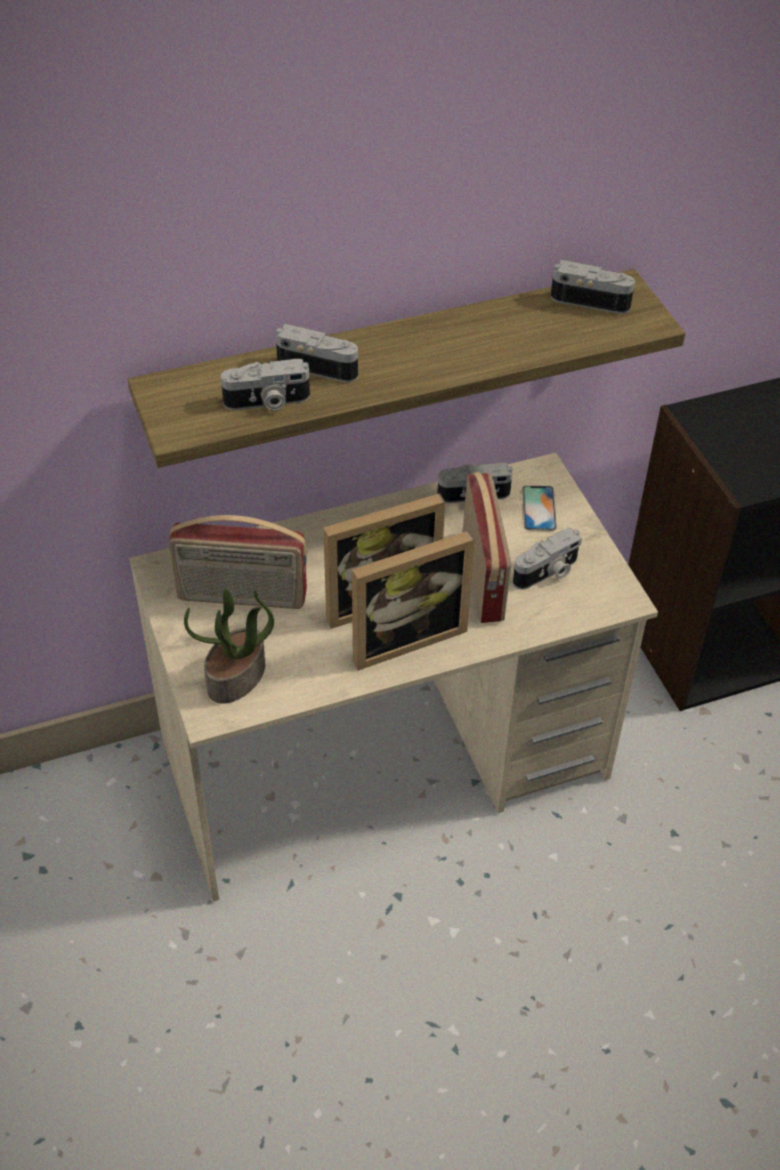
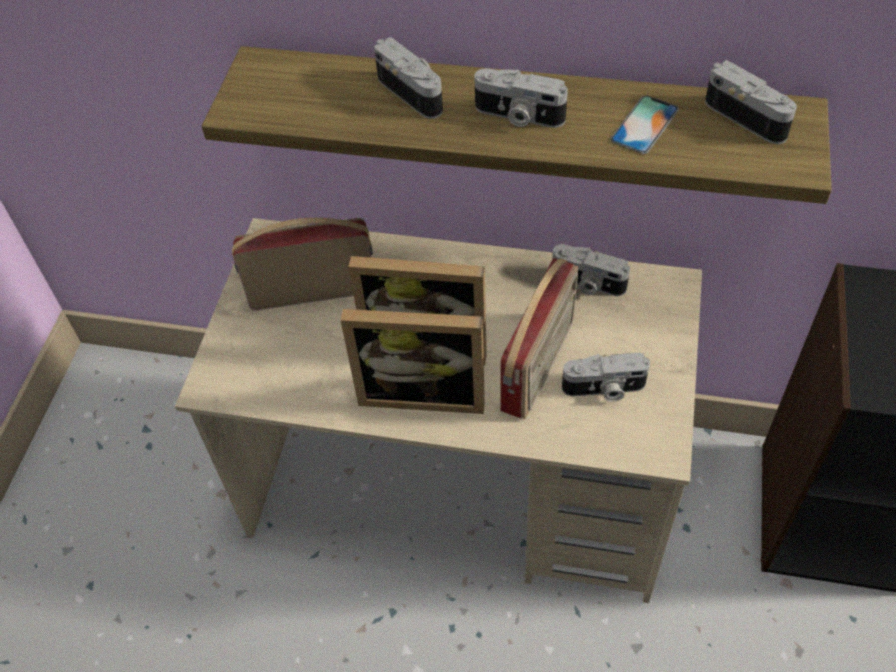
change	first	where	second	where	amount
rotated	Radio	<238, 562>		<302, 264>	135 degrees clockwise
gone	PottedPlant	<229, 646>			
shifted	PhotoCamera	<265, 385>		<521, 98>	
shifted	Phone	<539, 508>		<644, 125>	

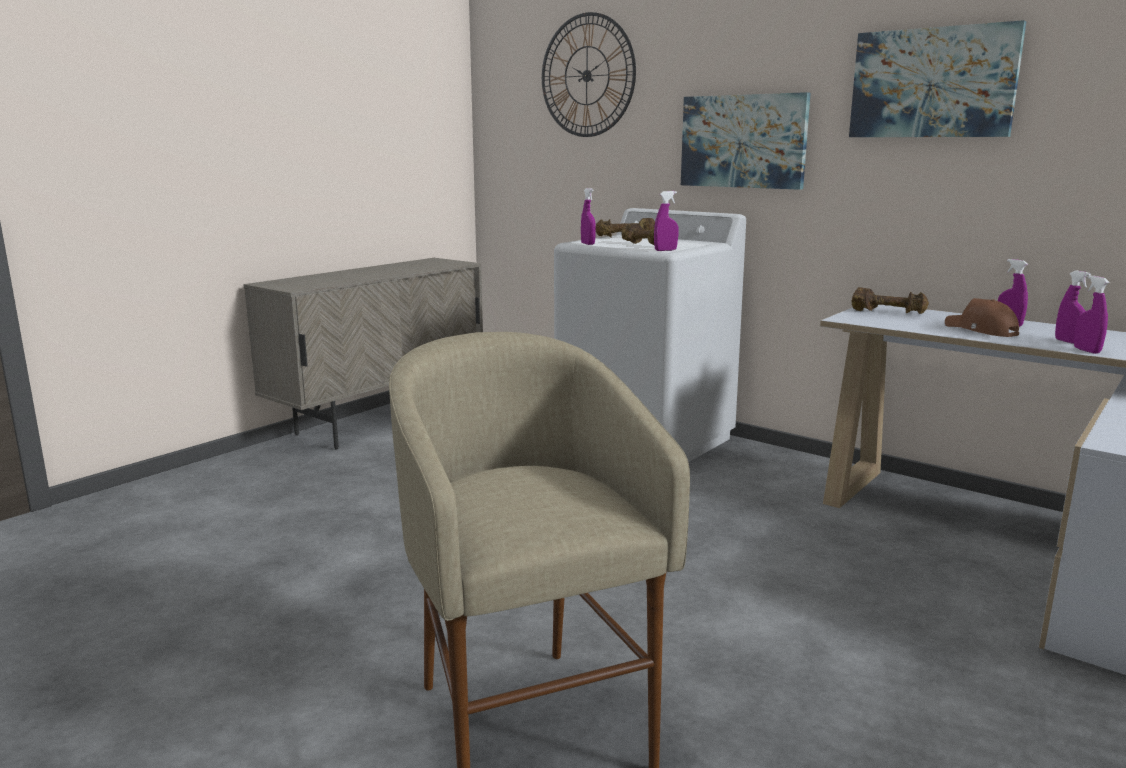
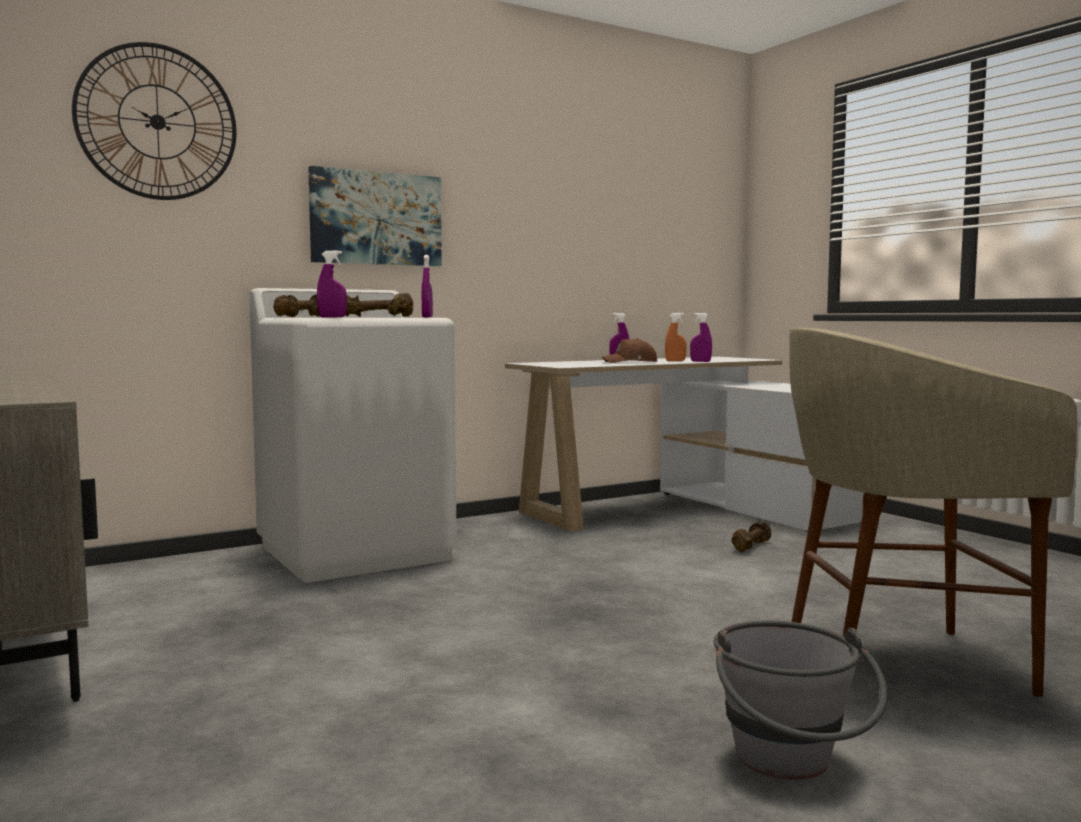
change	first	where	second	where	amount
gone	Picture	<937, 78>			
shifted	BrownDumbbell	<890, 300>		<751, 537>	
repainted	PurpleSprayBottle	<1073, 307>	OrangeSprayBottle	<676, 337>	
new			GreyBucket	<801, 700>	

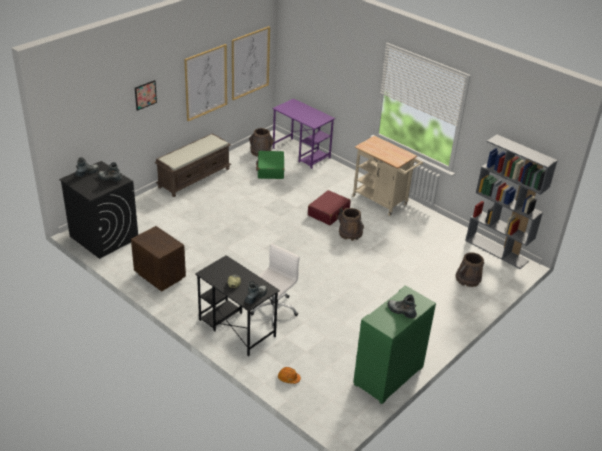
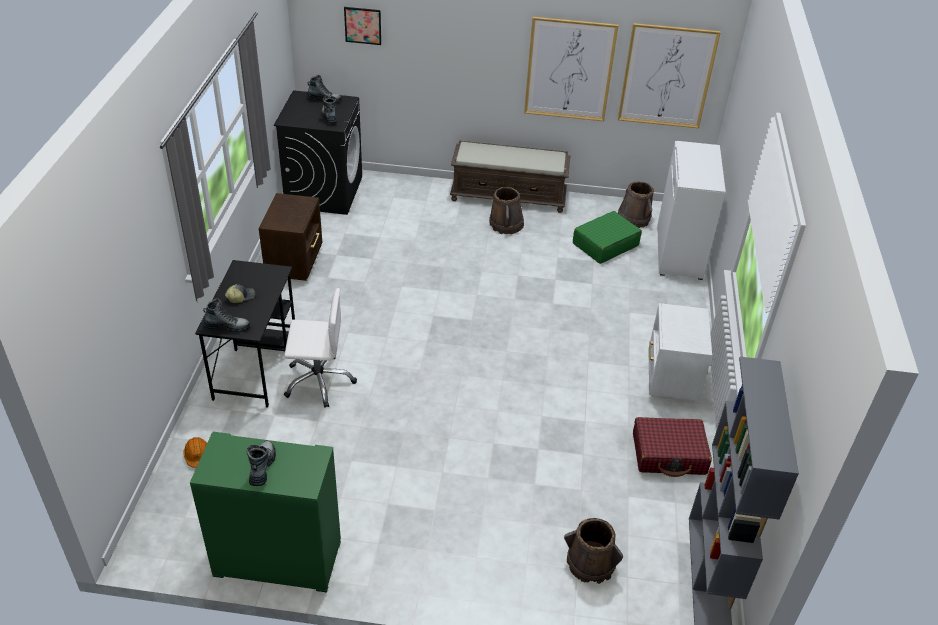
change	first	where	second	where	amount
shifted	Picture	<146, 95>		<362, 26>	
swapped	PurpleDesk	<303, 133>	WhiteCabinet	<691, 210>	
shifted	RedSuitcase	<329, 207>		<672, 447>	
shifted	BrownBucket	<351, 224>		<506, 210>	
swapped	BeigeCart	<387, 176>	WhiteNightstand	<680, 352>	

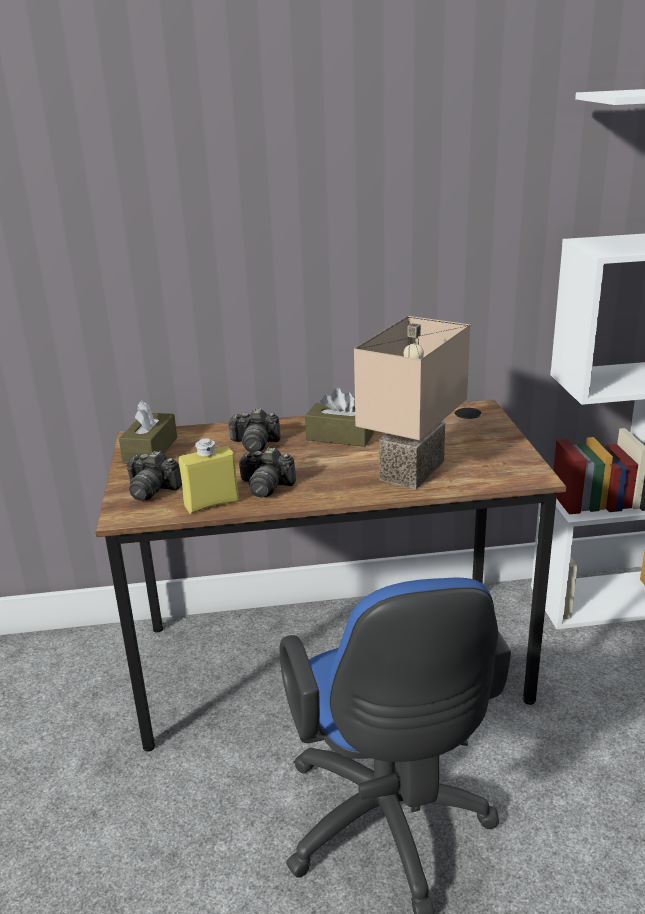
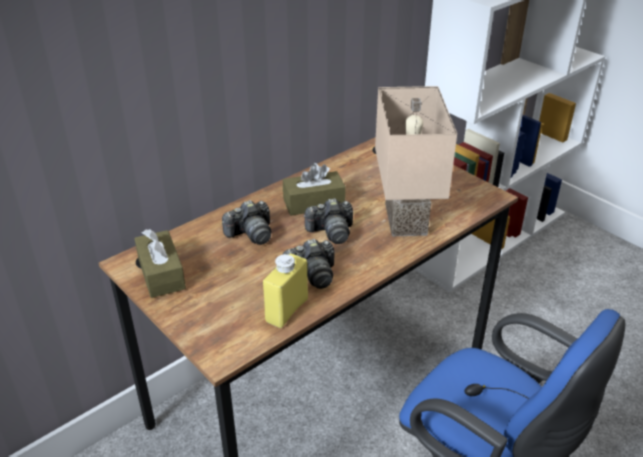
change	first	where	second	where	amount
shifted	PhotoCamera	<154, 476>		<328, 221>	

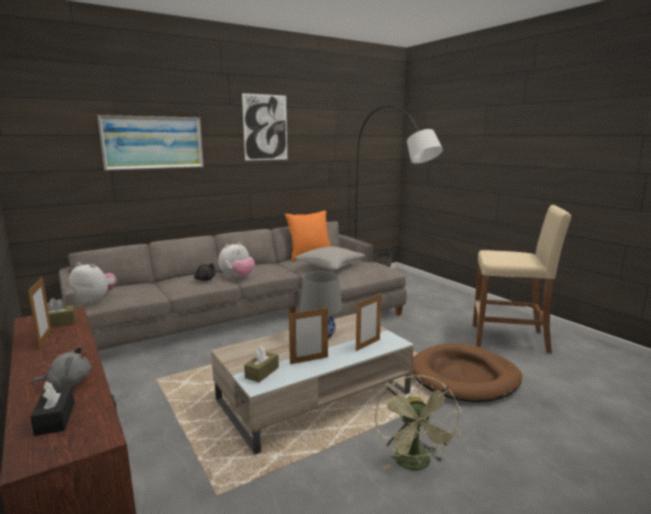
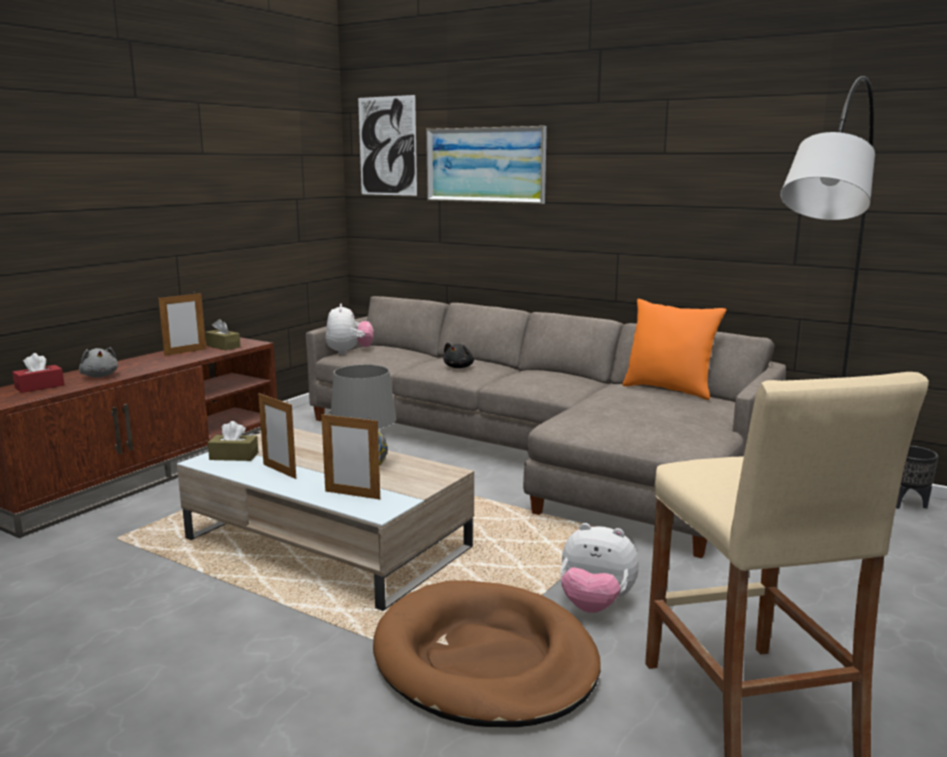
change	first	where	second	where	amount
repainted	BlackTissueBox	<52, 408>	RedTissueBox	<38, 373>	
shifted	PlushToy	<236, 260>		<599, 568>	
shifted	Picture	<264, 127>		<387, 145>	
gone	GreyPillow	<330, 258>			
gone	GreenFan	<418, 423>			

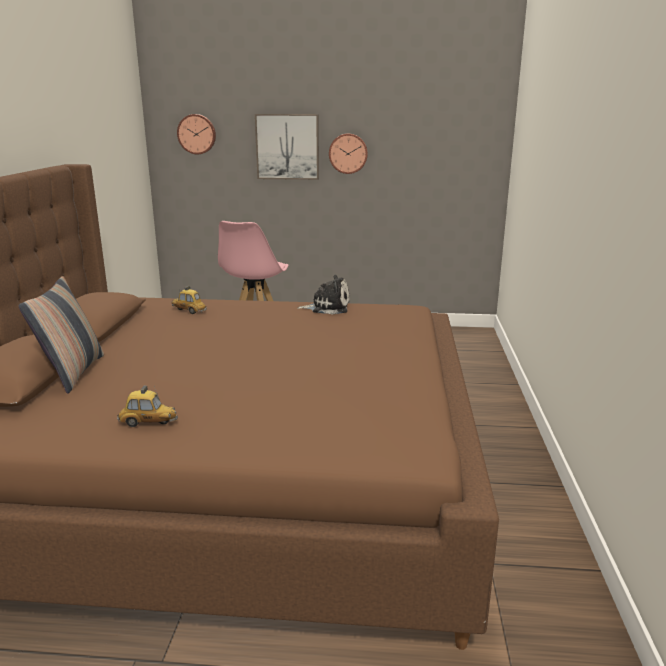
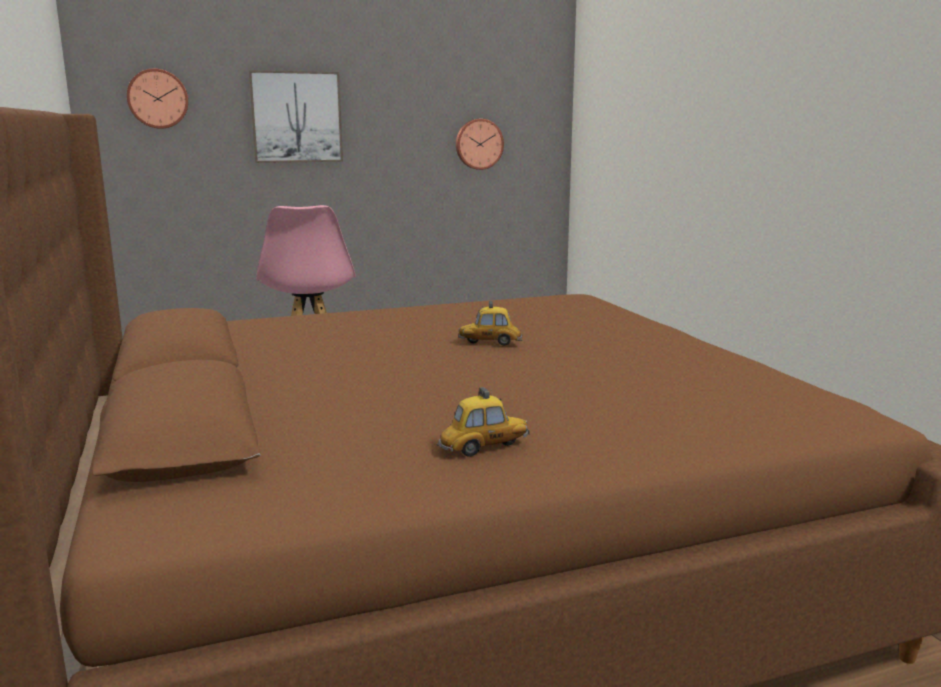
change	first	where	second	where	amount
gone	Pillow	<61, 335>			
shifted	ToyCar	<189, 300>		<490, 323>	
gone	PlushToy	<323, 295>			
shifted	WallClock	<348, 153>		<480, 144>	

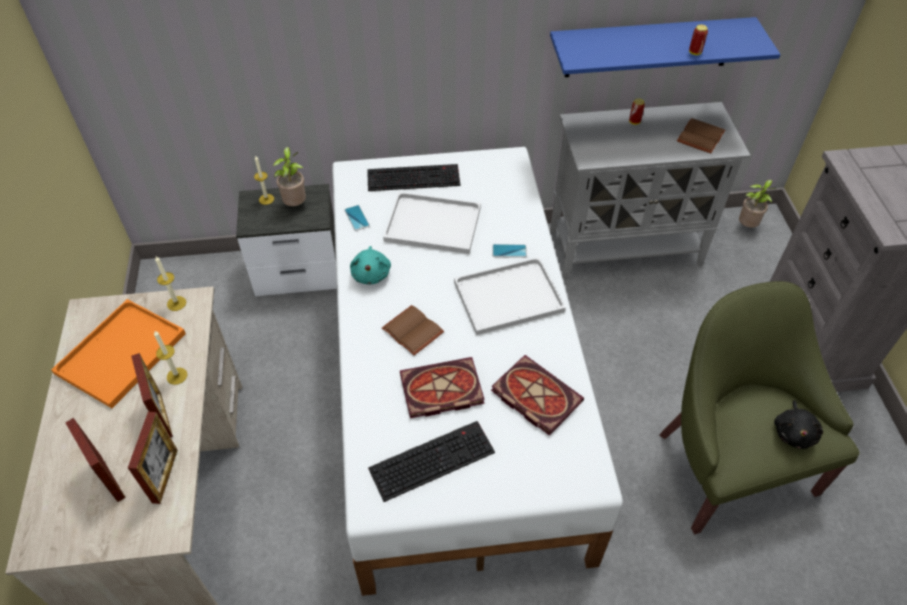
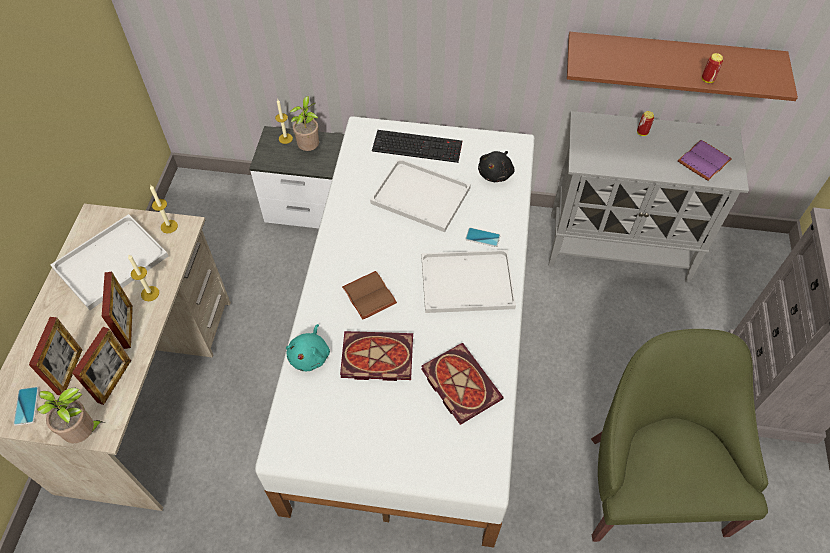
change	first	where	second	where	amount
repainted	OrangeTray	<118, 353>	WhiteTray	<109, 262>	
rotated	PictureFrame	<95, 460>		<55, 356>	150 degrees counterclockwise
shifted	Phone	<357, 218>		<26, 406>	
shifted	TurquoisePlushToy	<370, 265>		<308, 347>	
gone	Keyboard	<431, 461>			
repainted	BlueShelf	<665, 47>	BrownShelf	<682, 66>	
repainted	BrownBook	<701, 135>	PurpleBook	<705, 160>	
shifted	PottedPlant	<757, 203>		<71, 415>	
shifted	BlackPlushToy	<798, 424>		<496, 166>	

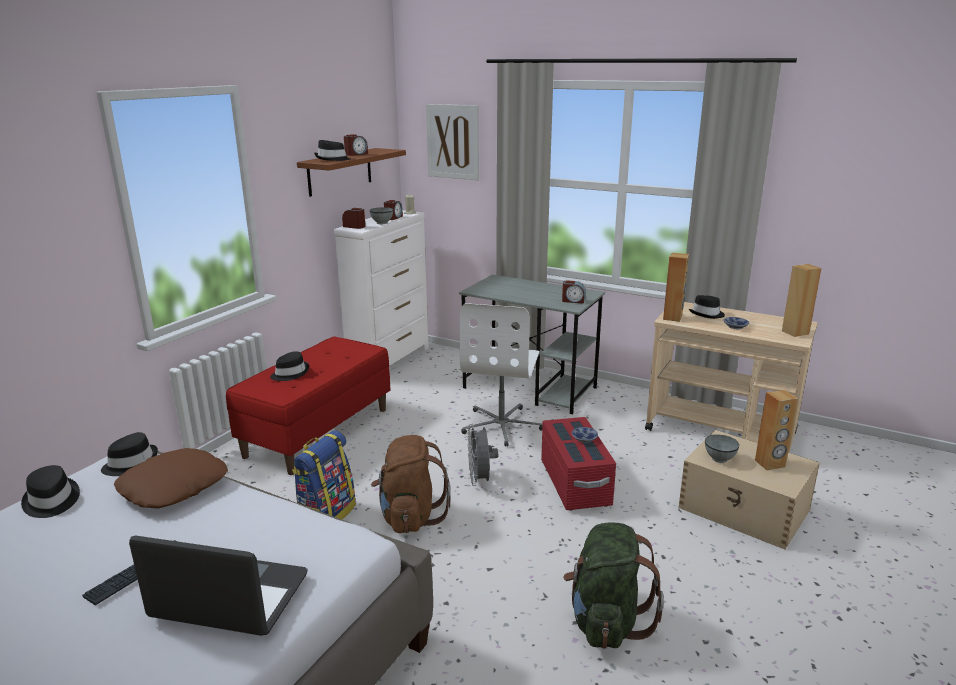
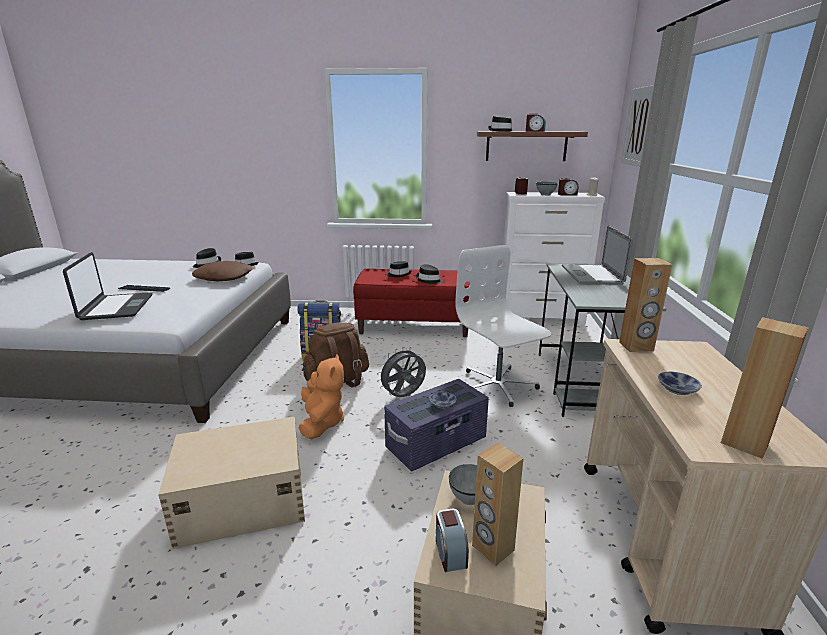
change	first	where	second	where	amount
rotated	WhiteOfficeChair	<501, 375>		<503, 326>	75 degrees clockwise
repainted	RedStorageBox	<578, 464>	PurpleStorageBox	<436, 425>	
shifted	AlarmClock	<573, 292>		<452, 540>	
swapped	GreenBackpack	<613, 586>	BeigeStorageBox	<231, 483>	
shifted	BlackHat	<707, 307>		<429, 274>	
new			OrangePlushToy	<321, 397>	
new			Laptop	<597, 255>	

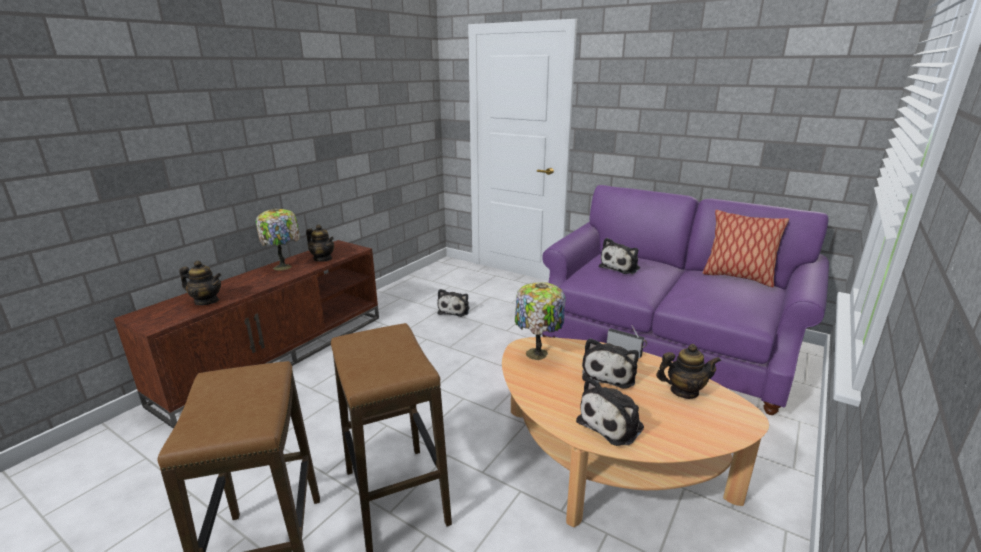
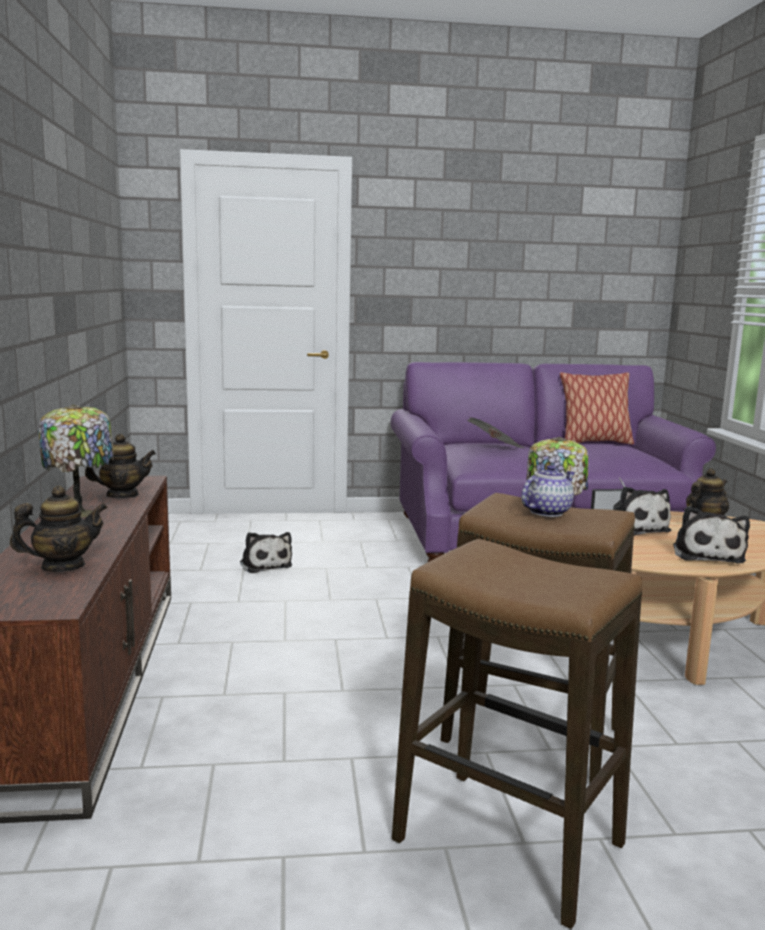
change	first	where	second	where	amount
swapped	PlushToy	<619, 256>	Newspaper	<496, 433>	
new			Teapot	<548, 491>	

